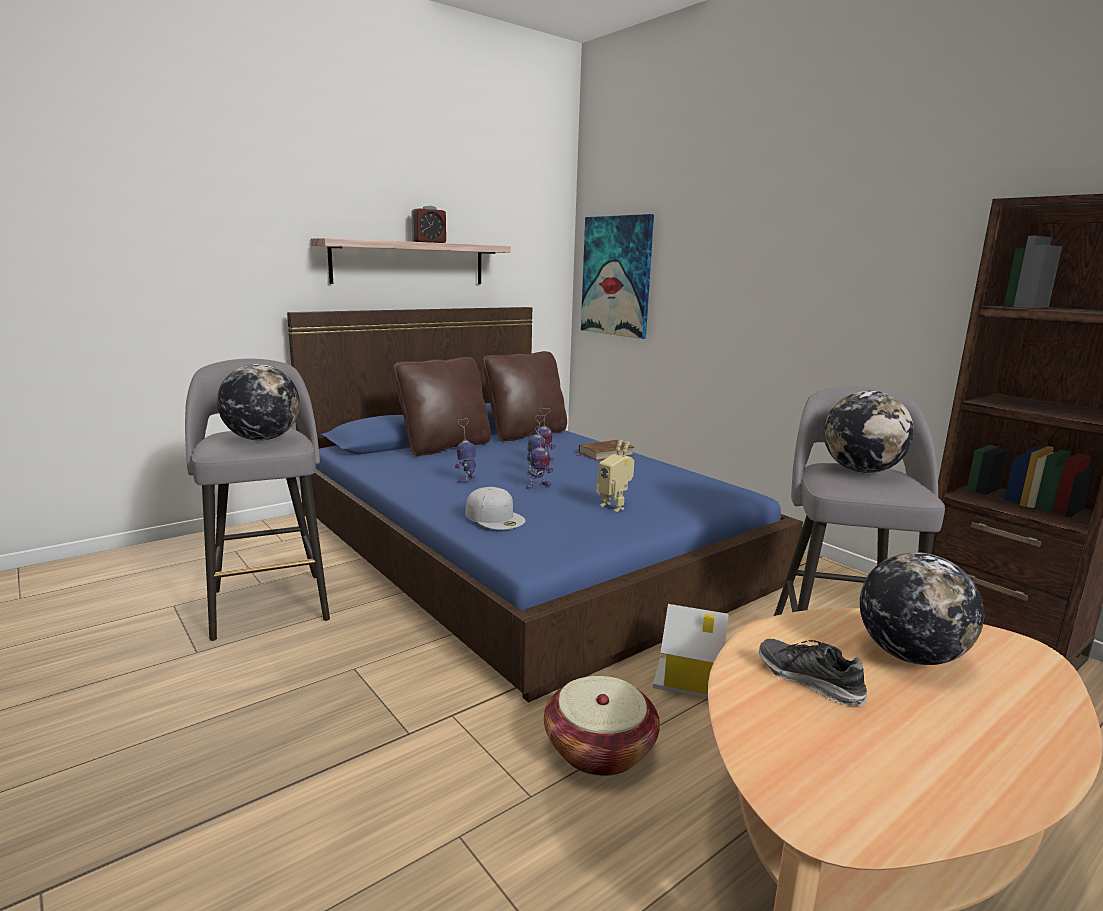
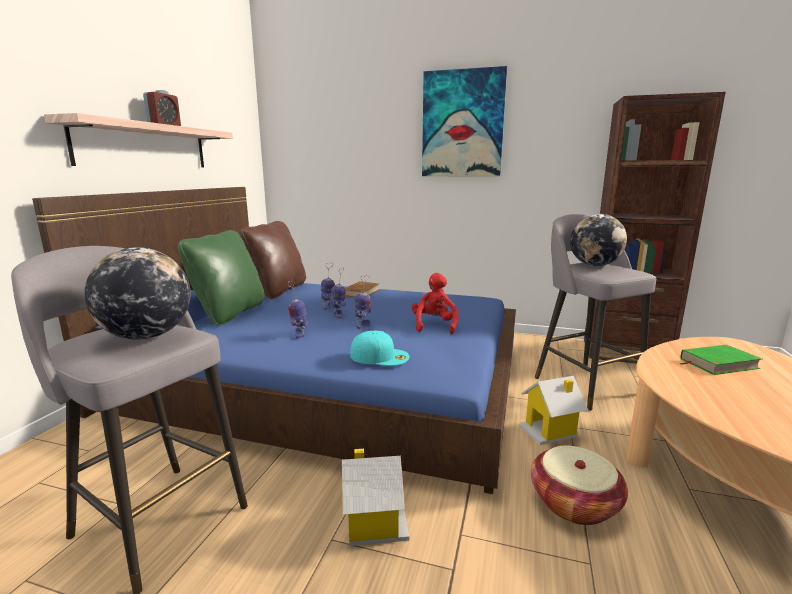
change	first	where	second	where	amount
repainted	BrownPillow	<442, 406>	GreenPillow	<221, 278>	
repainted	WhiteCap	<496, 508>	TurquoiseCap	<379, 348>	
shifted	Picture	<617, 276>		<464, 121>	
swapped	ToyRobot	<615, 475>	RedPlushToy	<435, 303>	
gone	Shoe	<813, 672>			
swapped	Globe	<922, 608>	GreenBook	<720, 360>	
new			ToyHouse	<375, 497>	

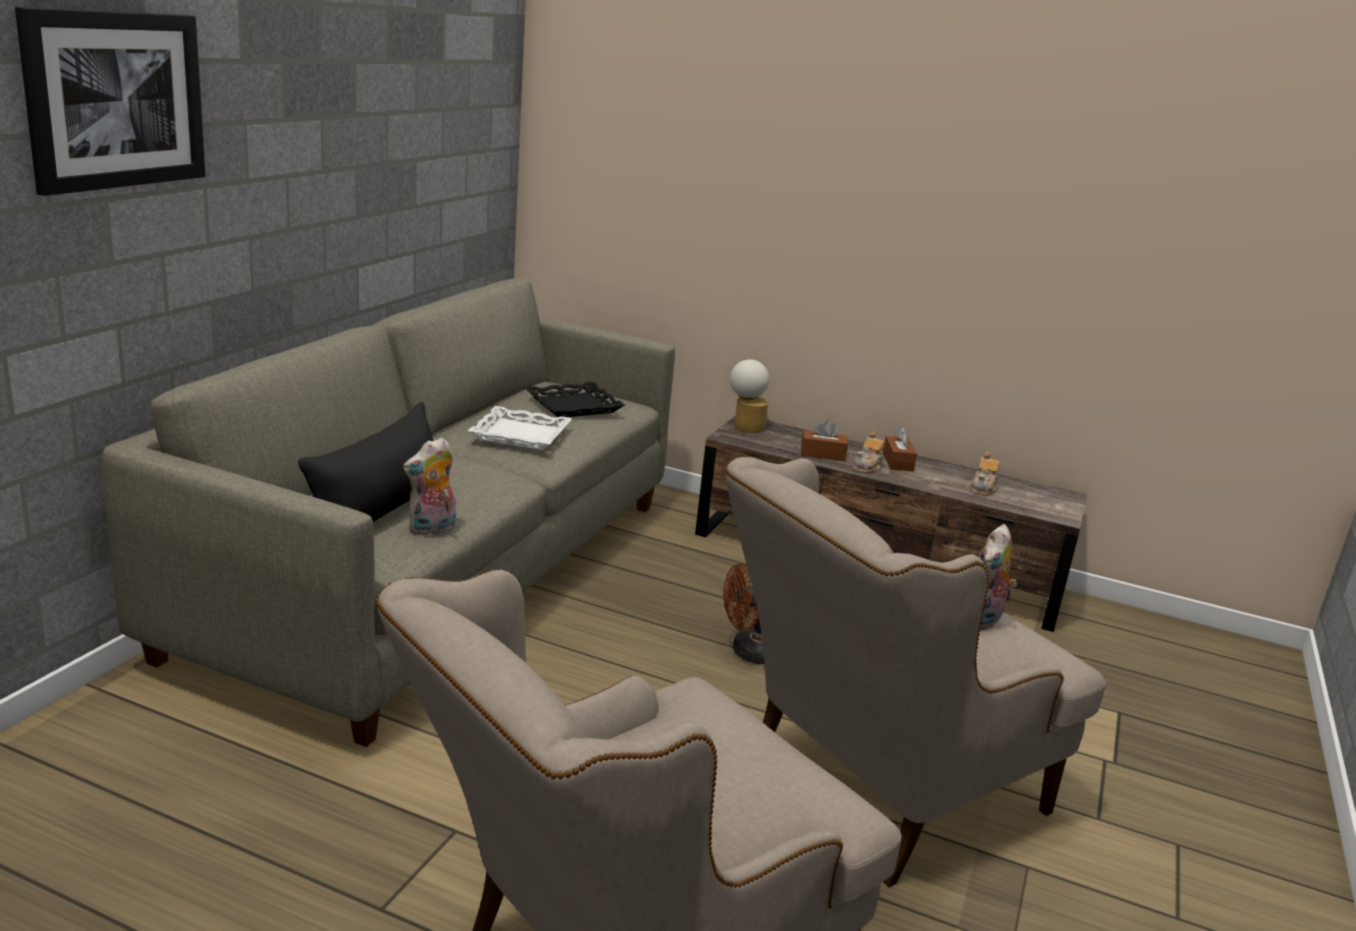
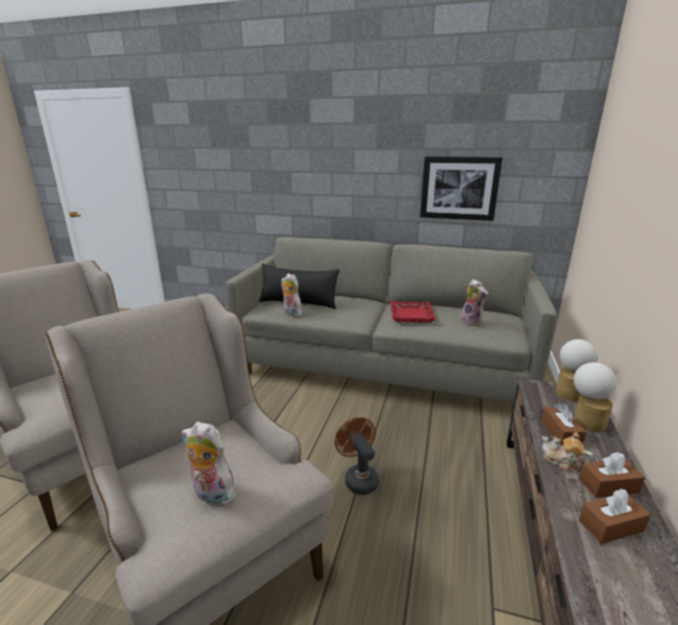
change	first	where	second	where	amount
shifted	Picture	<110, 101>		<461, 188>	
repainted	WhiteTray	<520, 428>	RedTray	<413, 312>	
swapped	BlackTray	<575, 399>	PlushToy	<474, 302>	
gone	Teapot	<985, 474>			
new			TableLamp	<595, 397>	
new			BrownTissueBox	<615, 516>	

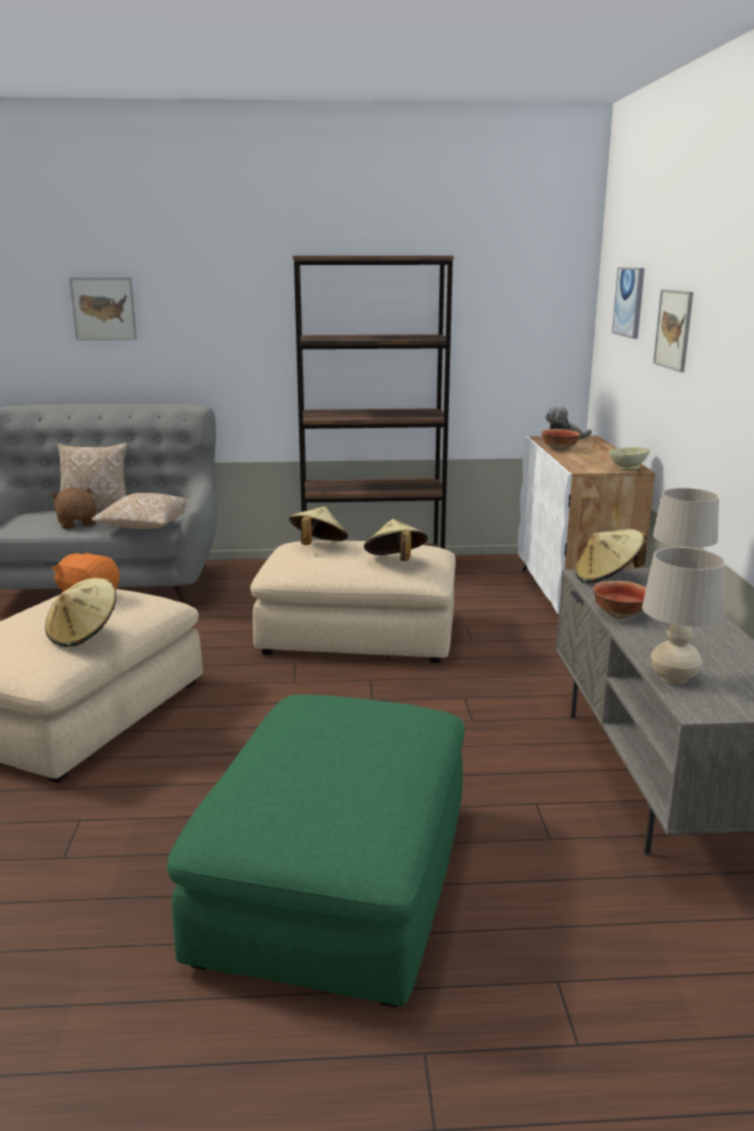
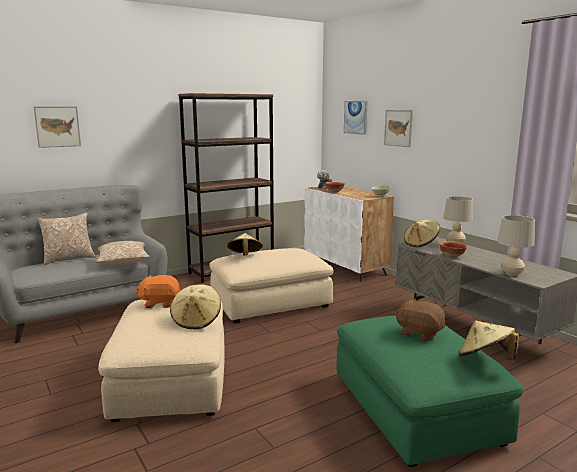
change	first	where	second	where	amount
shifted	BrownPlushToy	<73, 508>		<420, 320>	
shifted	BeigeHat	<396, 540>		<489, 340>	

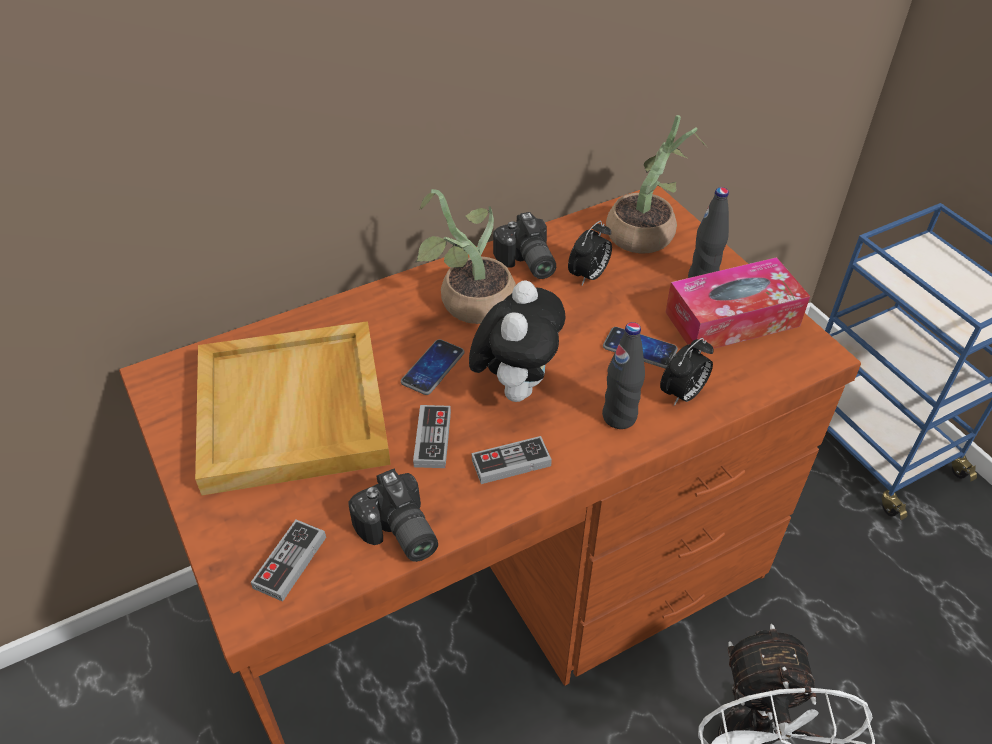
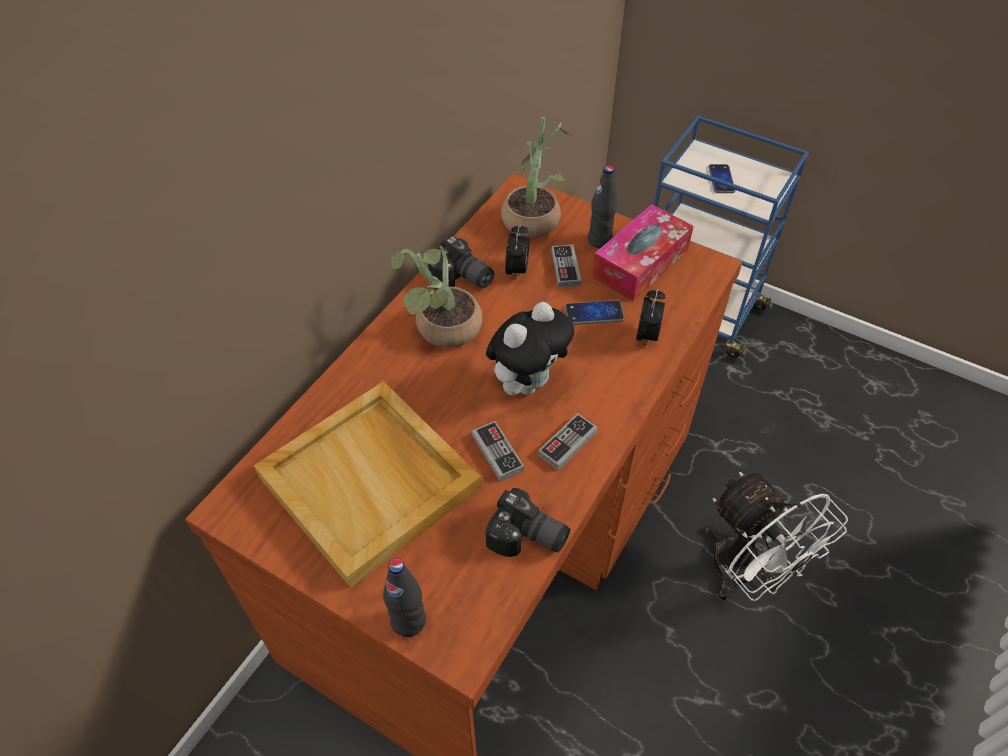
change	first	where	second	where	amount
shifted	GameController	<288, 561>		<566, 266>	
shifted	Phone	<432, 367>		<721, 178>	
rotated	PlushToy	<517, 341>		<530, 348>	60 degrees clockwise
shifted	BlackBottle	<623, 375>		<404, 598>	

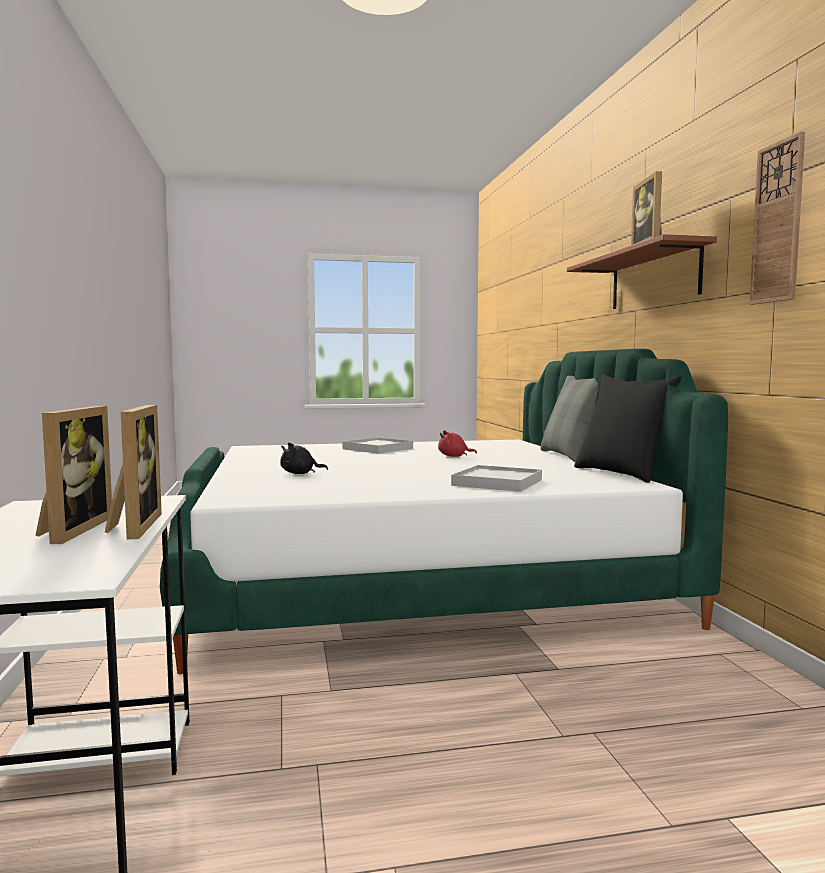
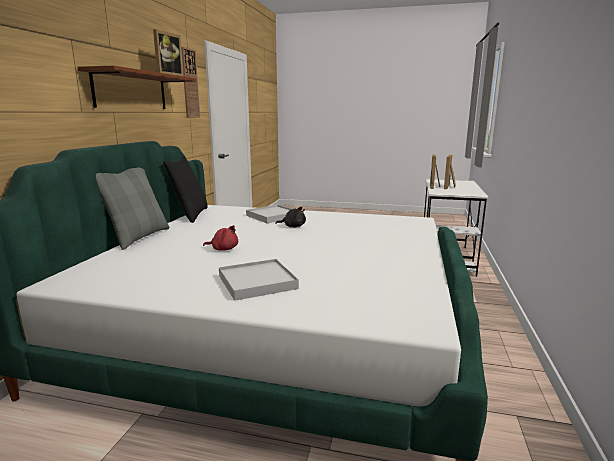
change	first	where	second	where	amount
shifted	BlackPlushToy	<304, 458>		<290, 217>	

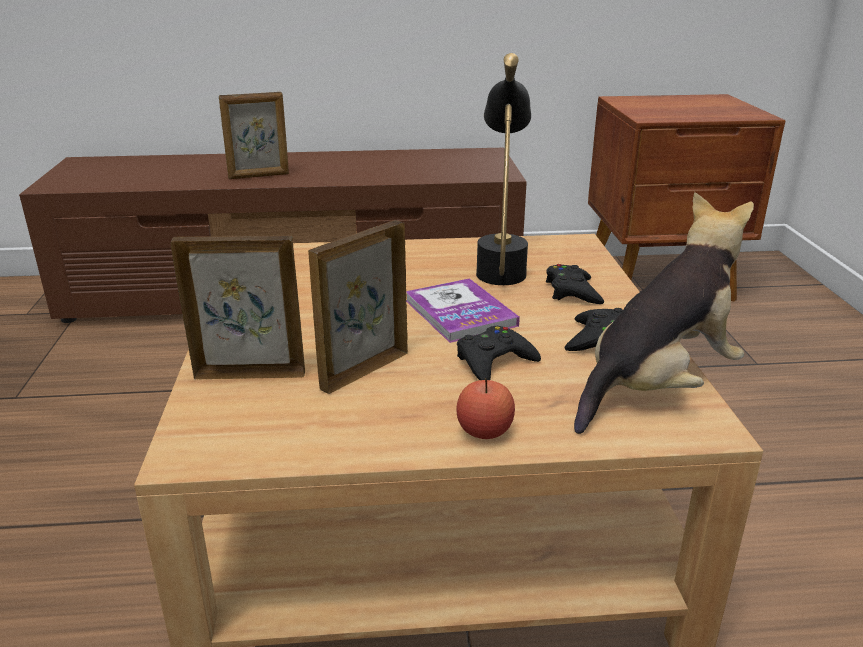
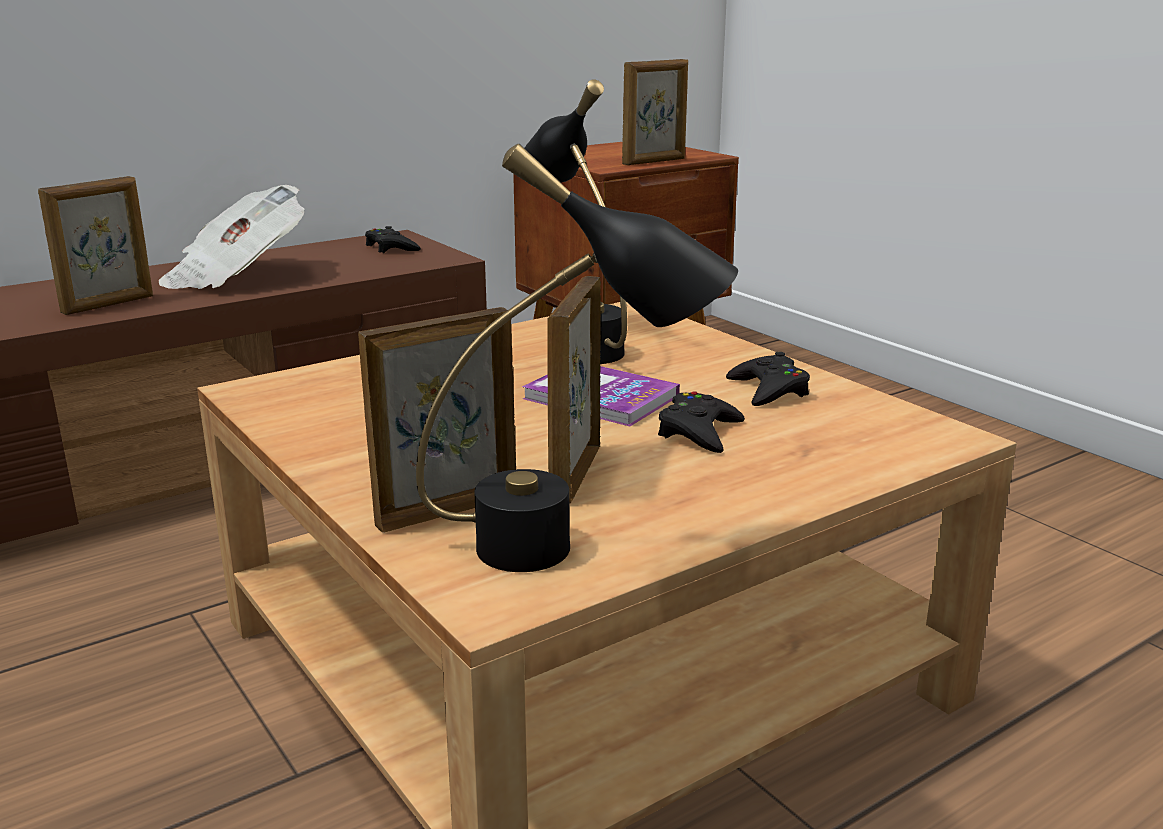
change	first	where	second	where	amount
gone	Apple	<485, 408>			
shifted	BlackGameController	<575, 284>		<393, 239>	
gone	PlushToy	<664, 313>			
new			Newspaper	<231, 237>	
new			BlackTableLamp	<577, 357>	
new			PictureFrame	<655, 112>	

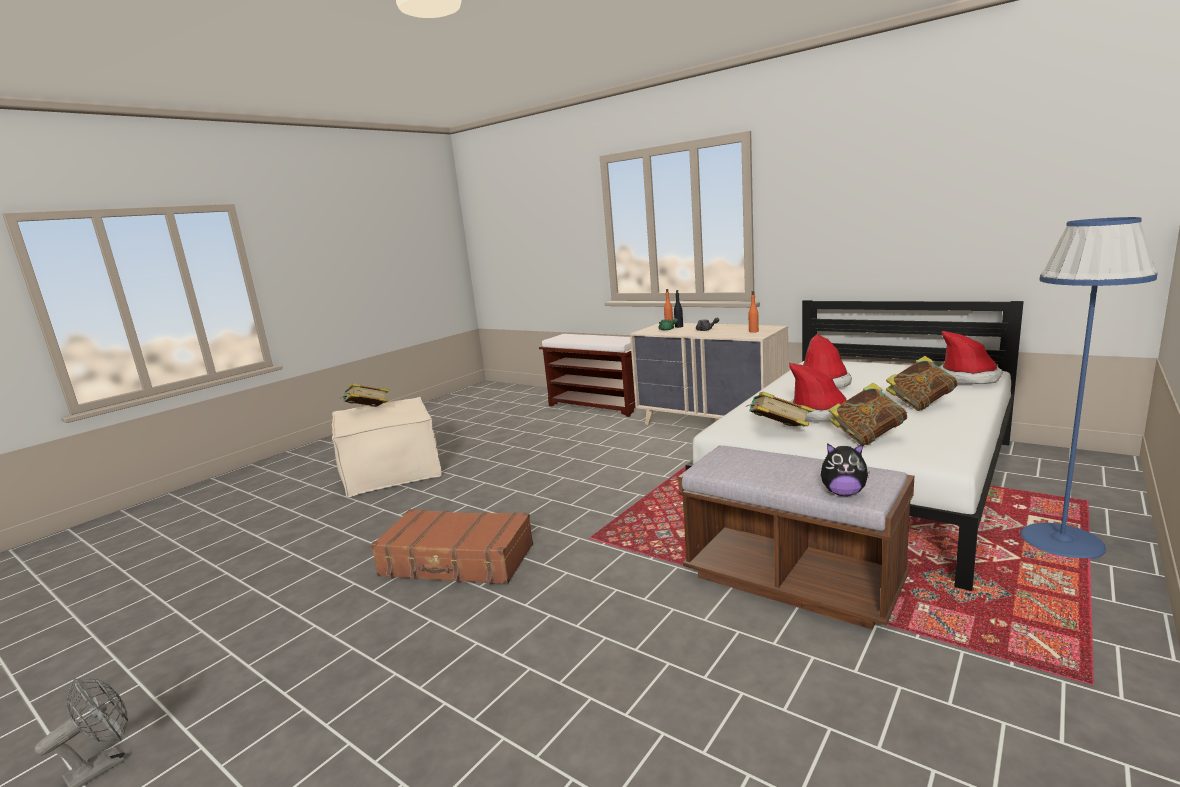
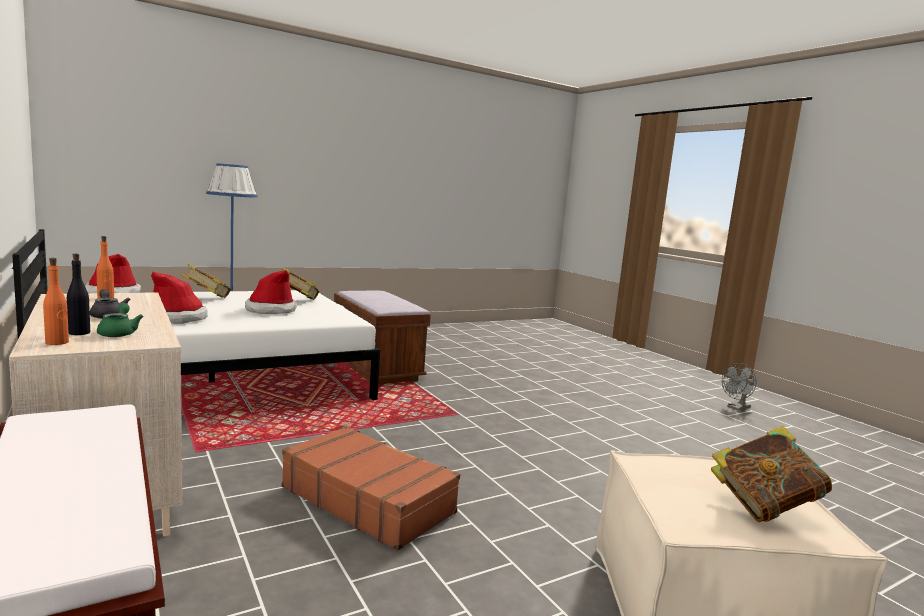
change	first	where	second	where	amount
shifted	BrownSuitcase	<452, 547>		<371, 488>	
gone	Book	<780, 409>			
gone	PlushToy	<845, 469>			

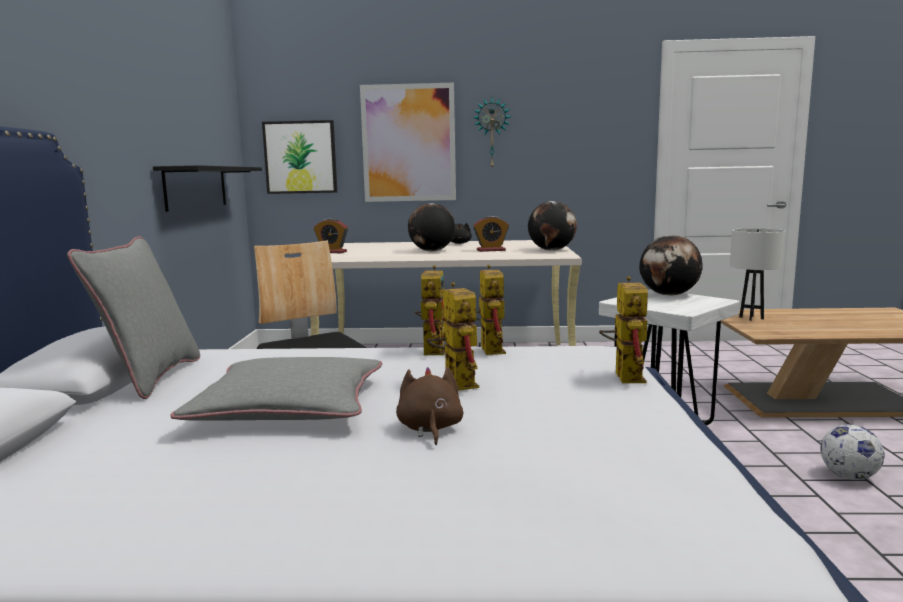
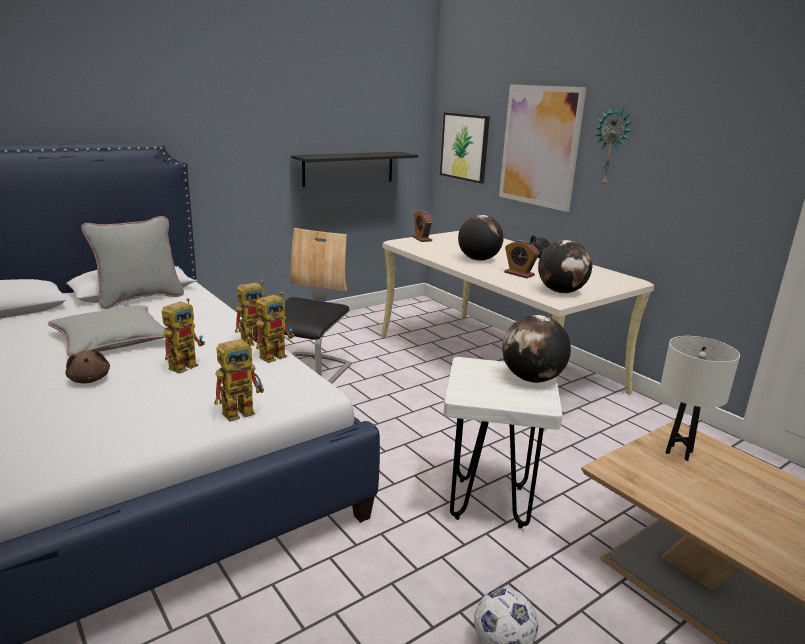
change	first	where	second	where	amount
rotated	BrownPlushToy	<429, 406>		<87, 367>	105 degrees clockwise

